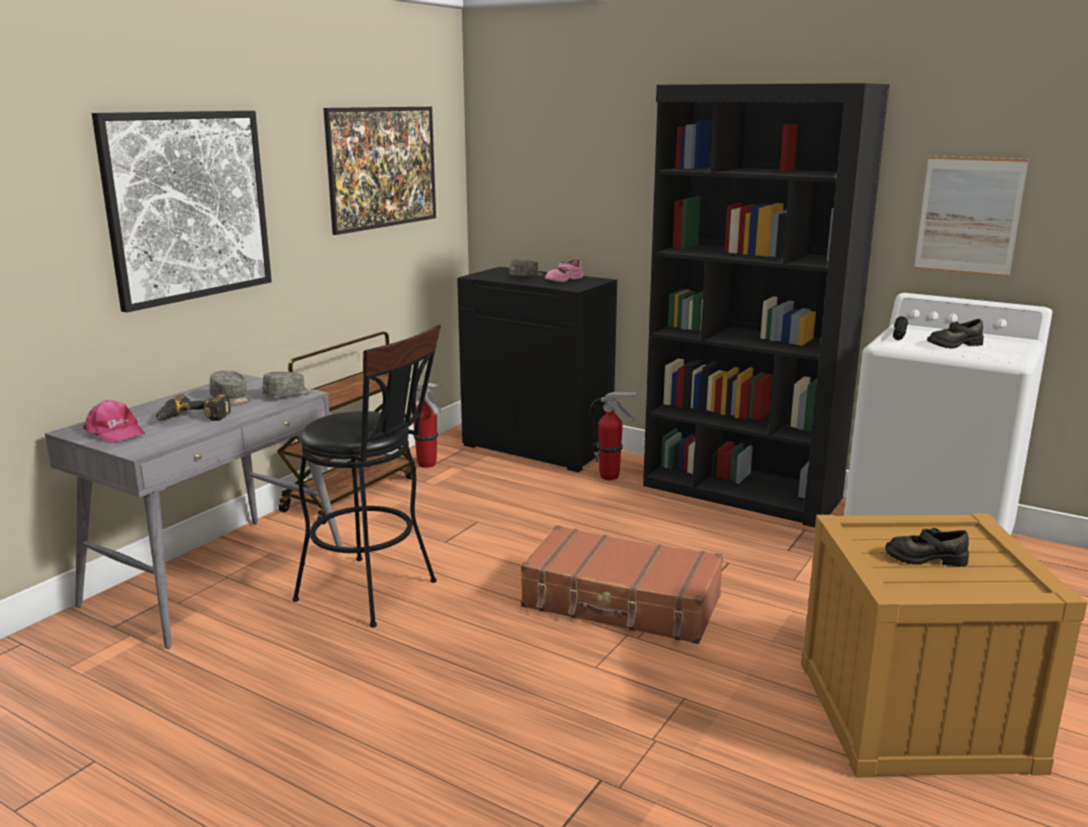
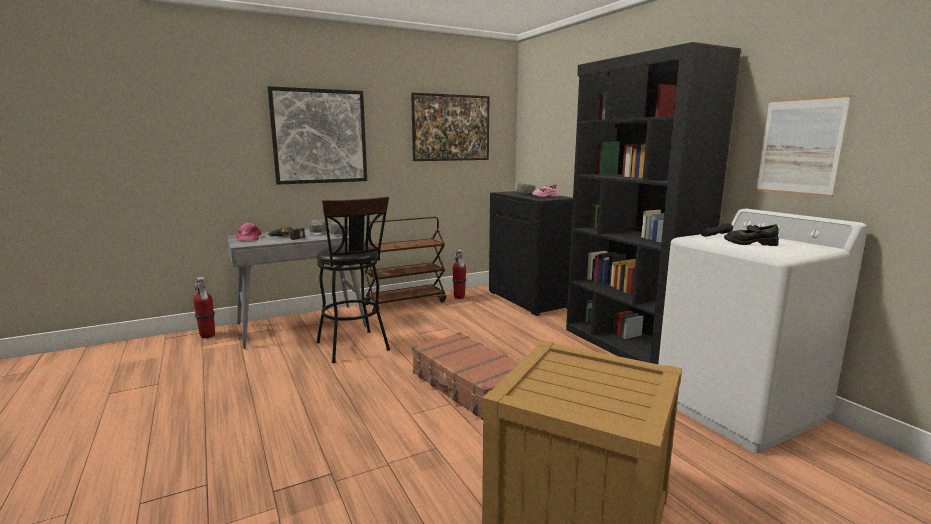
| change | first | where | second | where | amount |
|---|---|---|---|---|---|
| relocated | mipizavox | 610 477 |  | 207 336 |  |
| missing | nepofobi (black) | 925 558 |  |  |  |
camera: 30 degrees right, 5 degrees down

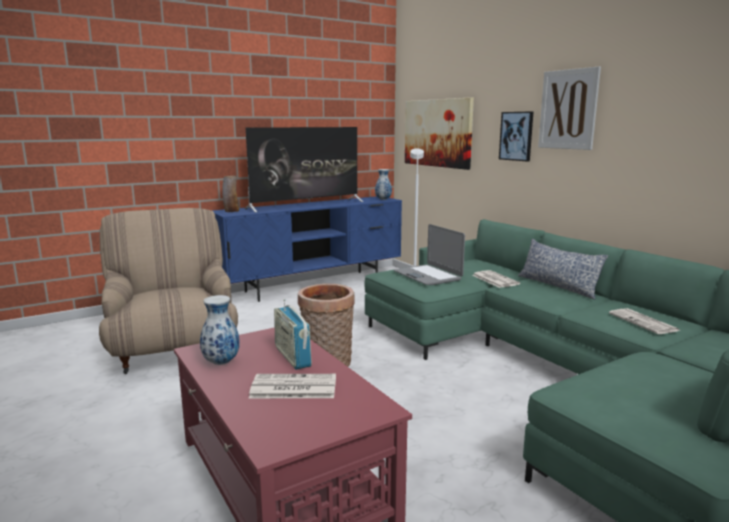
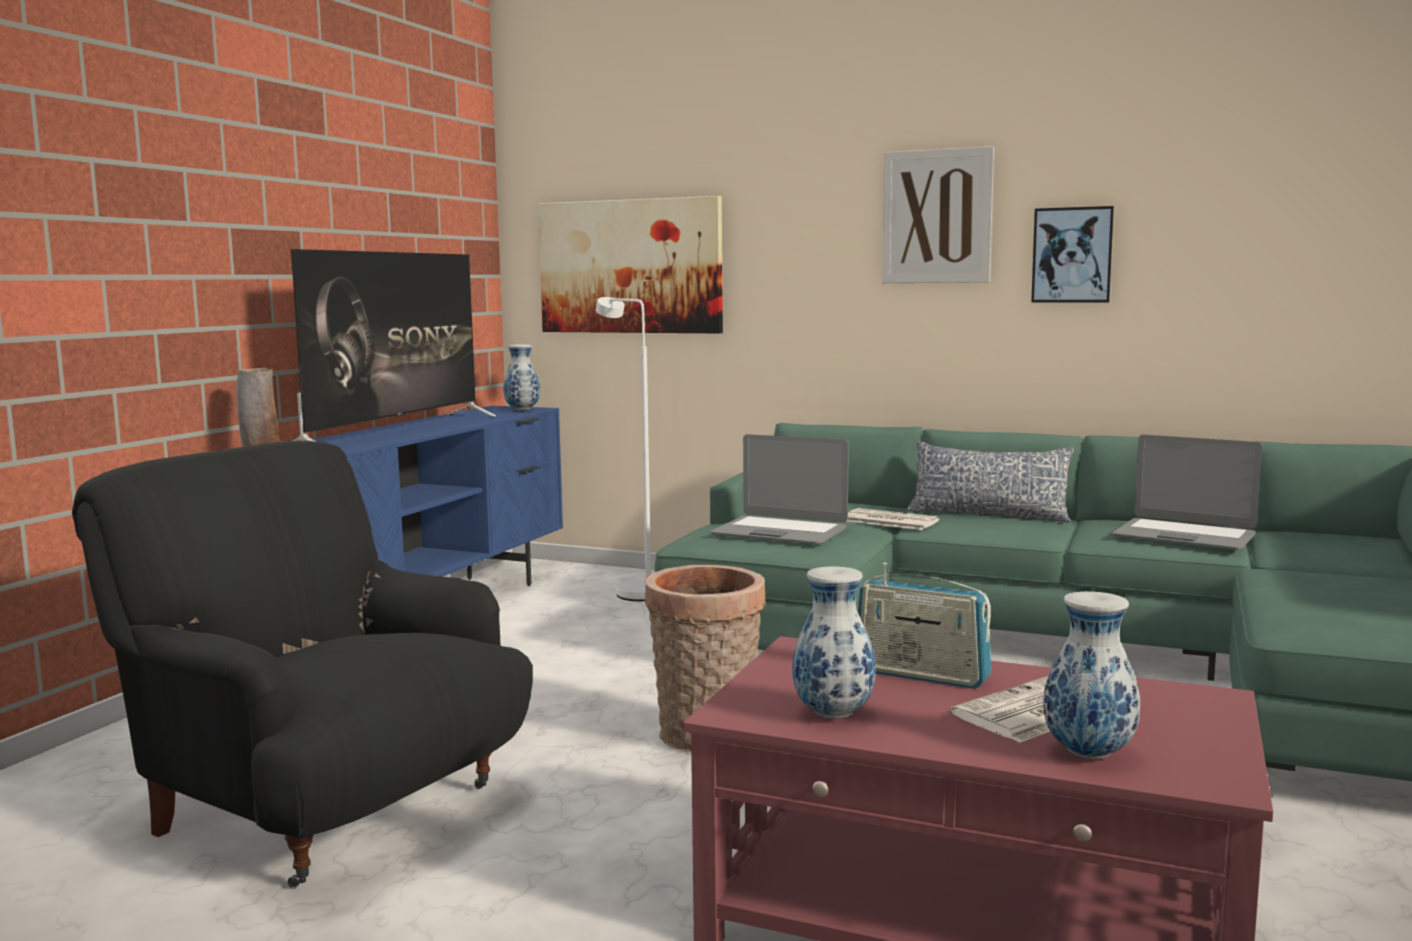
| change | first | where | second | where | amount |
|---|---|---|---|---|---|
| relocated | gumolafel | 516 136 |  | 1072 255 |  |
| colour | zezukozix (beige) | 173 351 | zezukozix (black) | 328 810 |  |
| exchanged | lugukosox | 644 322 | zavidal | 1184 536 |  |
| appeared |  |  | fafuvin | 1090 753 |  |
camera: 35 degrees left, 5 degrees down

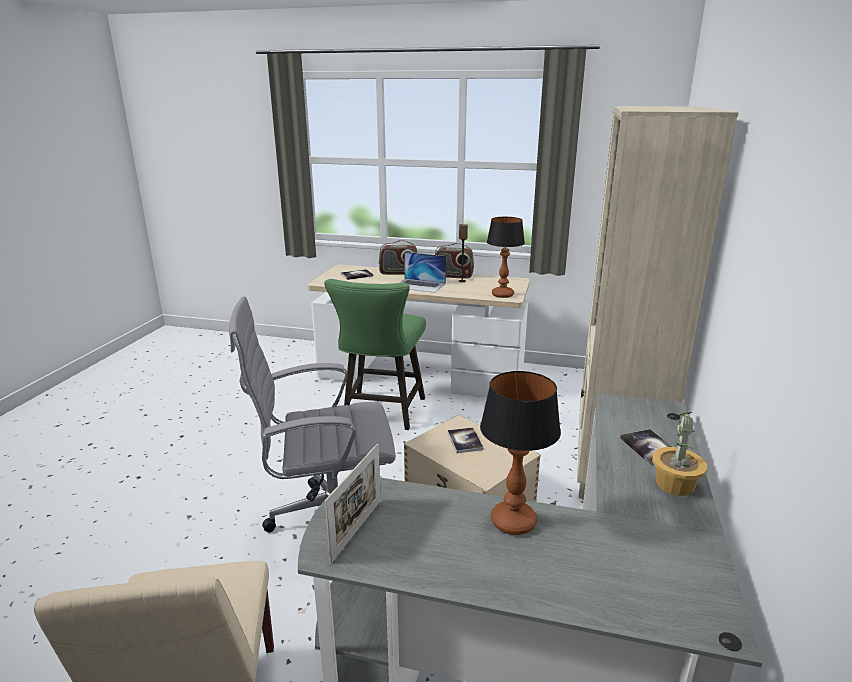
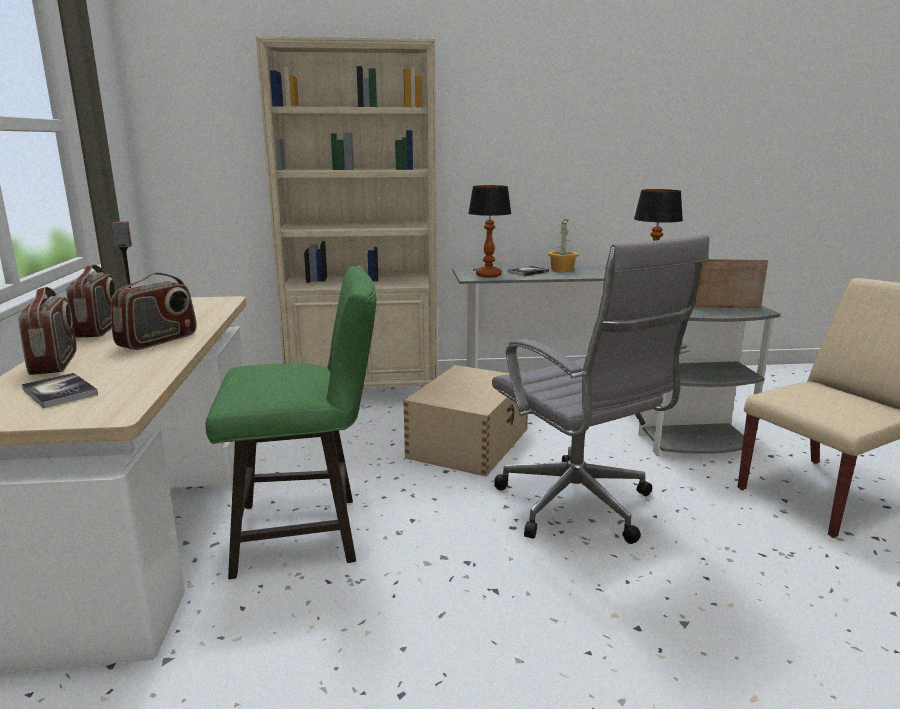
| change | first | where | second | where | amount |
|---|---|---|---|---|---|
| relocated | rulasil | 502 294 |  | 488 275 |  |
| exchanged | zavidal | 419 285 | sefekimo | 158 341 |  |
| missing | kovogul | 465 441 |  |  |  |
camera: 110 degrees left, 5 degrees down

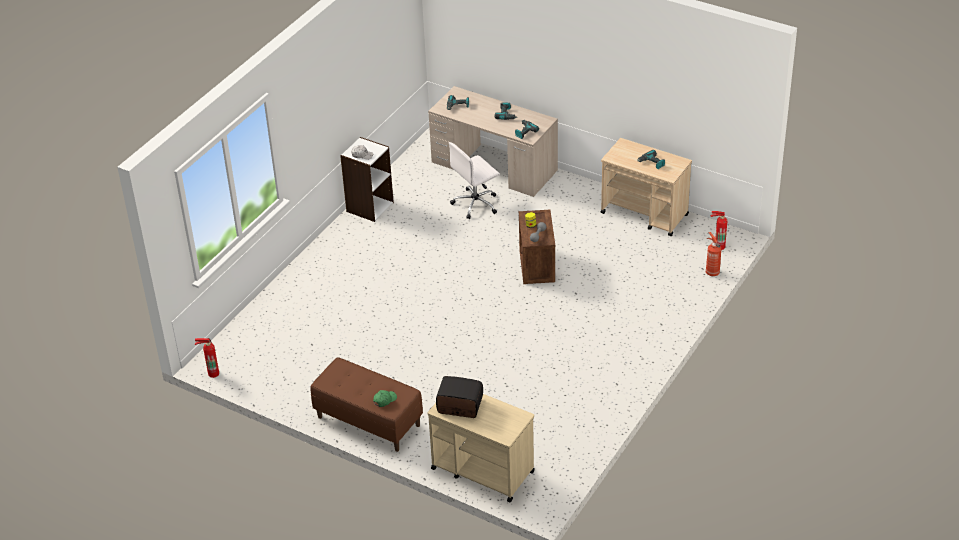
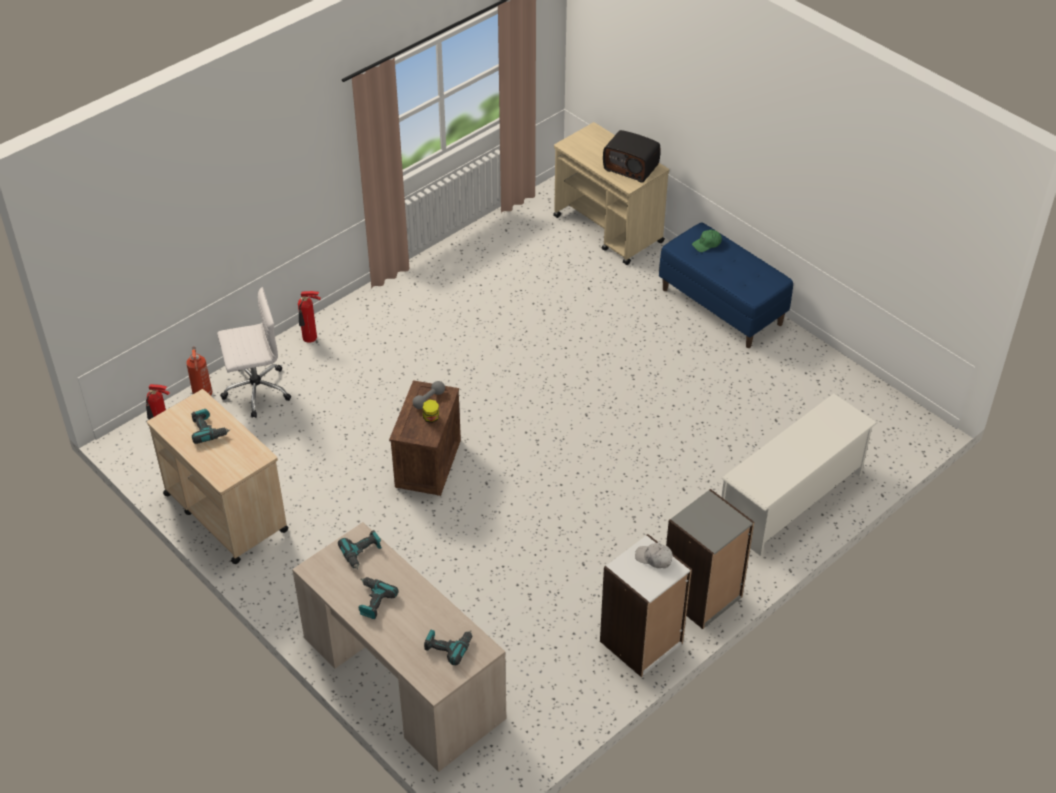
| change | first | where | second | where | amount |
|---|---|---|---|---|---|
| relocated | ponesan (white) | 476 204 |  | 255 390 |  |
| relocated | mipizavox | 212 373 |  | 310 339 |  |
| colour | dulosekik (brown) | 368 421 | dulosekik (blue) | 722 306 |  |
| appeared |  |  | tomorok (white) | 791 500 |  |
| appeared |  |  | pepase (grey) | 702 596 |  |
camera: 165 degrees left, 5 degrees up

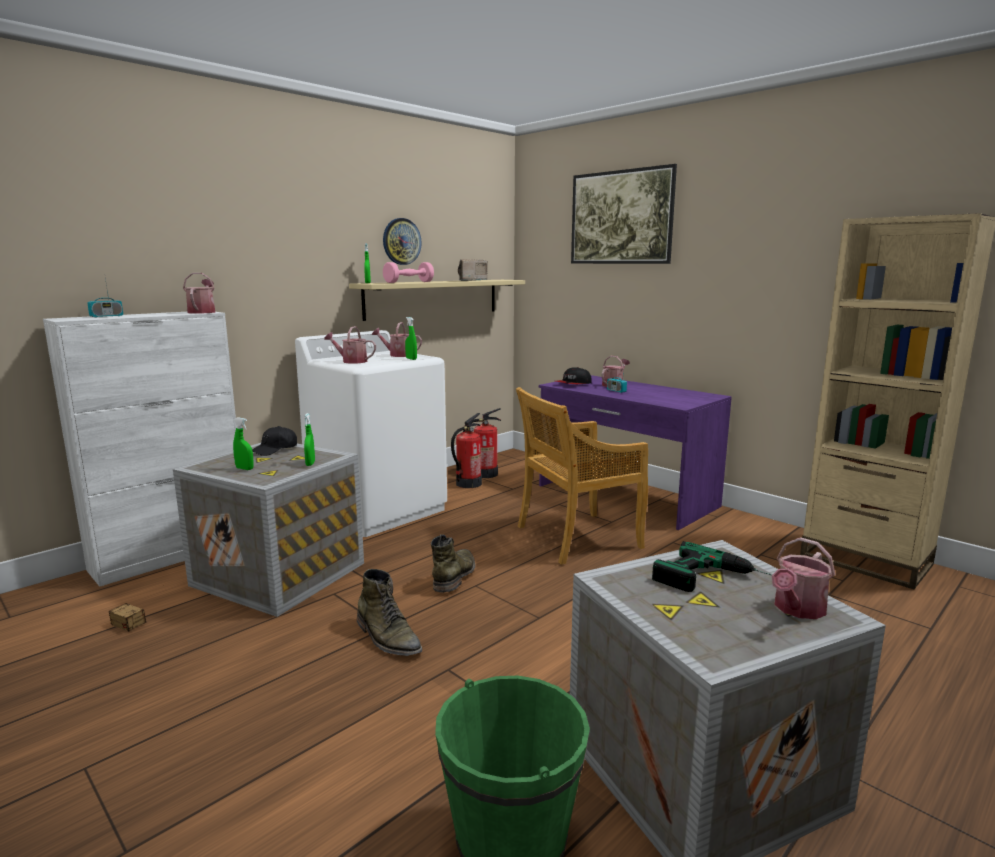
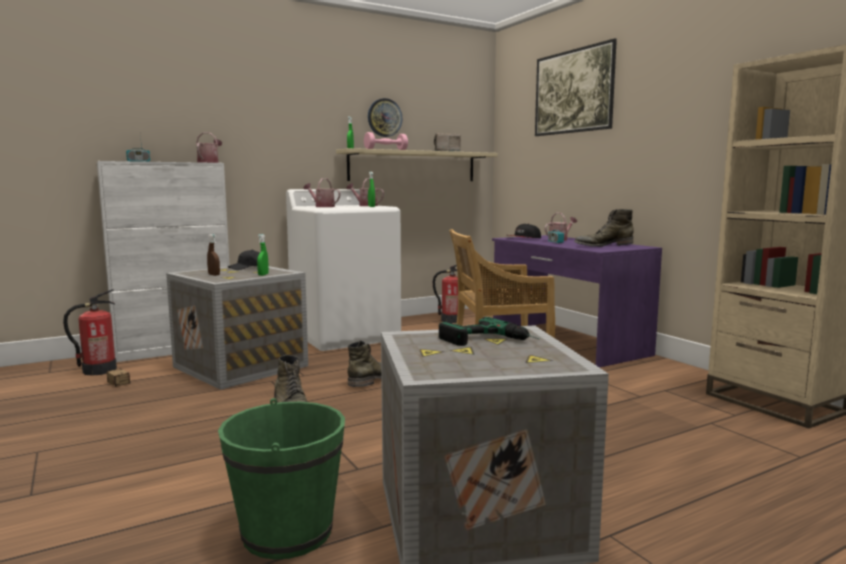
| change | first | where | second | where | amount |
|---|---|---|---|---|---|
| relocated | mipizavox | 468 484 |  | 99 370 |  |
| colour | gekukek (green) | 244 469 | gekukek (brown) | 214 275 |  |
| missing | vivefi | 797 609 |  |  |  |
| appeared |  |  | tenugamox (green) | 603 245 |  |
camera: 15 degrees right, 5 degrees down

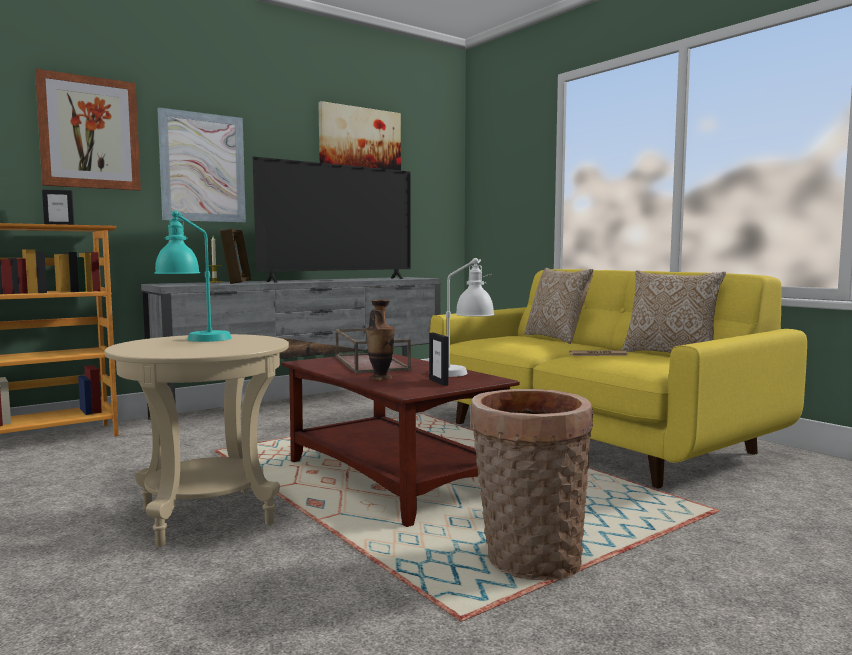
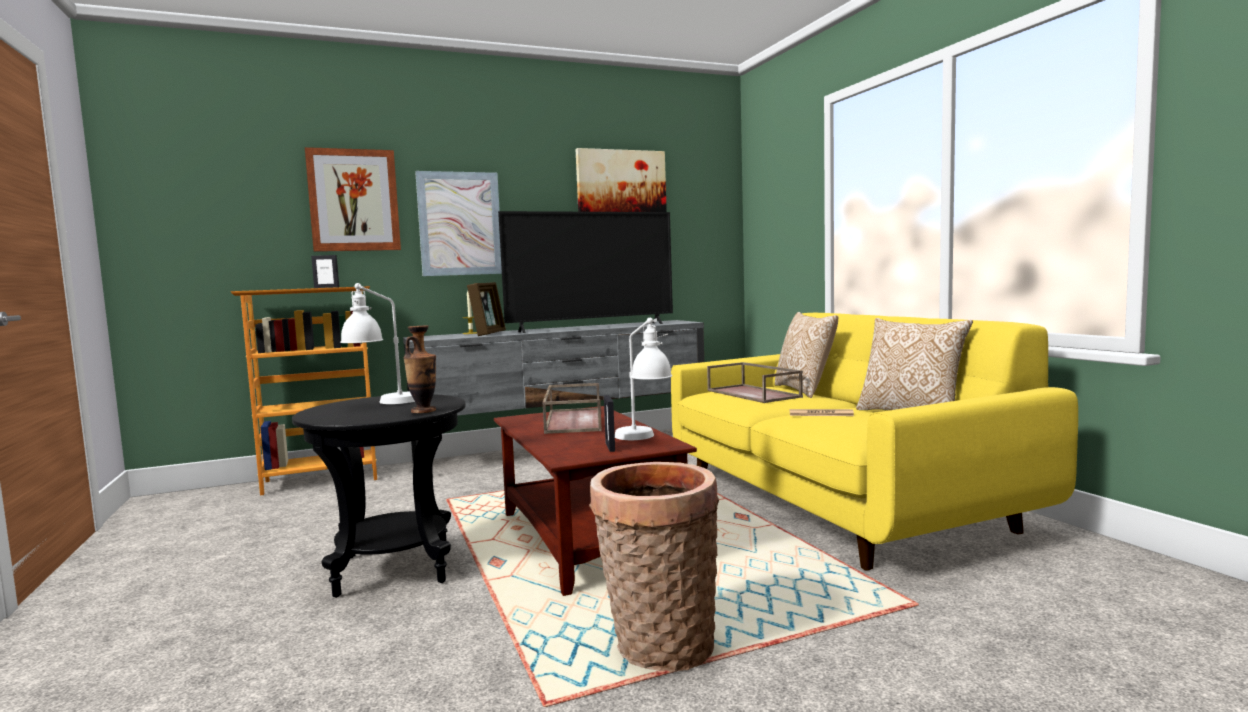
| change | first | where | second | where | amount |
|---|---|---|---|---|---|
| colour | rulasil (turquoise) | 195 341 | rulasil (white) | 384 403 |  |
| relocated | fafuvin | 380 378 |  | 423 411 |  |
| colour | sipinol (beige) | 206 517 | sipinol (black) | 394 569 |  |
| appeared |  |  | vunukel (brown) | 754 394 |  |
camera: 15 degrees right, 0 degrees up

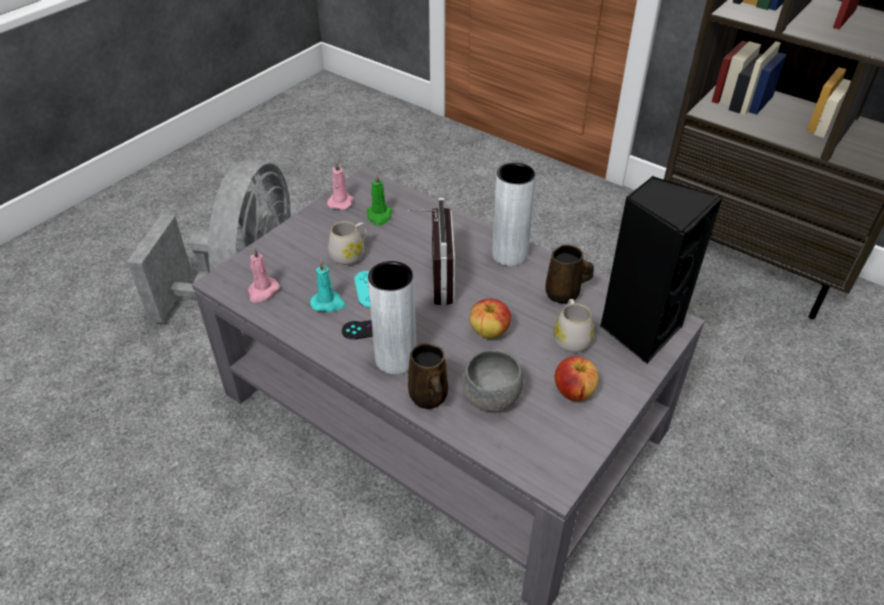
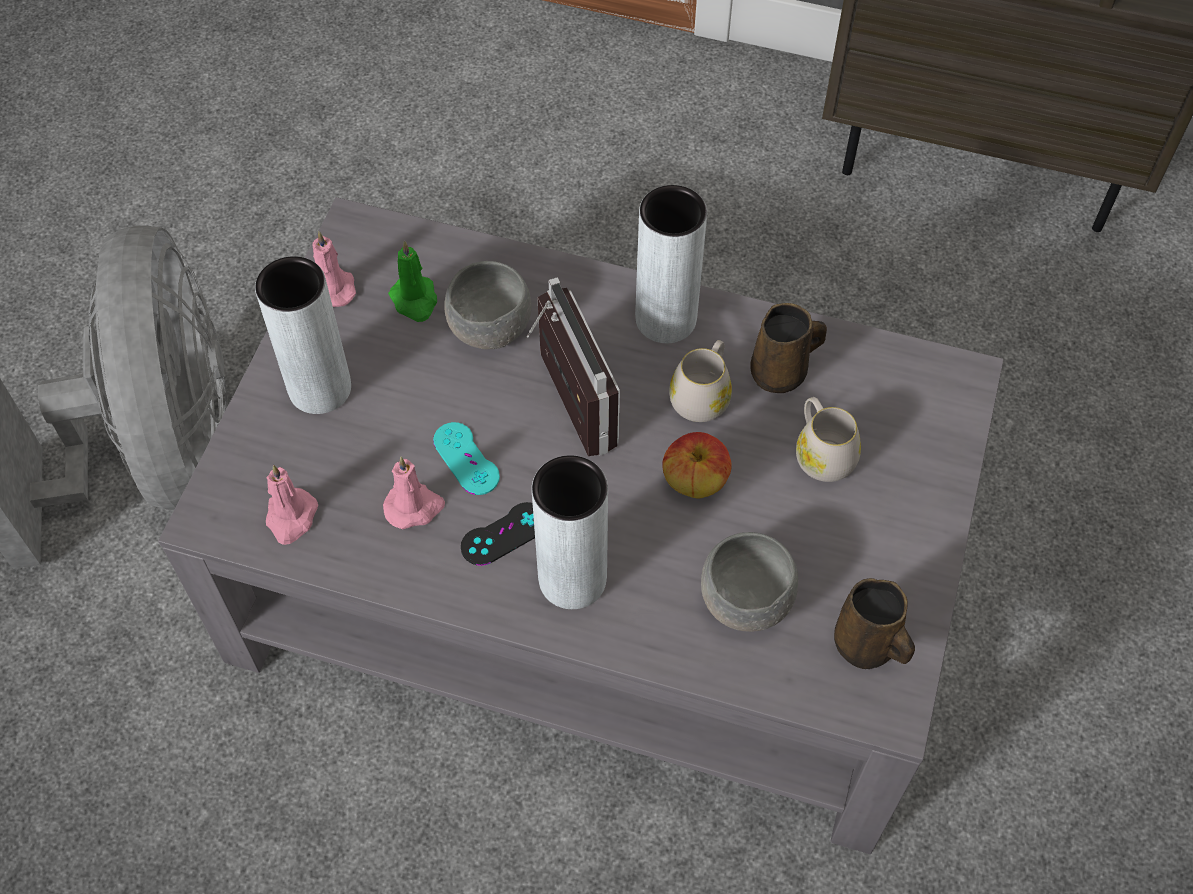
| change | first | where | second | where | amount |
|---|---|---|---|---|---|
| missing | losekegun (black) | 639 330 |  |  |  |
| relocated | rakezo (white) | 350 255 |  | 702 396 |  |
| colour | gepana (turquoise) | 328 303 | gepana (pink) | 414 507 |  |
| relocated | rakezo (brown) | 429 398 |  | 866 647 |  |
| missing | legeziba | 573 392 |  |  |  |
| appeared |  |  | fafuvin (grey) | 320 388 |  |
| appeared |  |  | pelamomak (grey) | 490 328 |  |
camera: 20 degrees left, 15 degrees up

